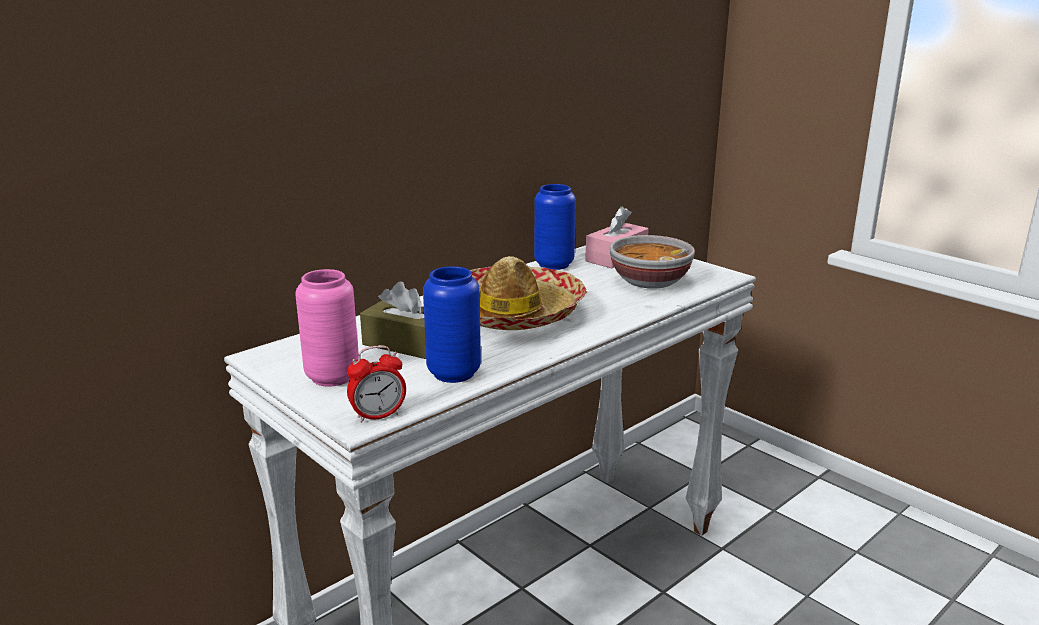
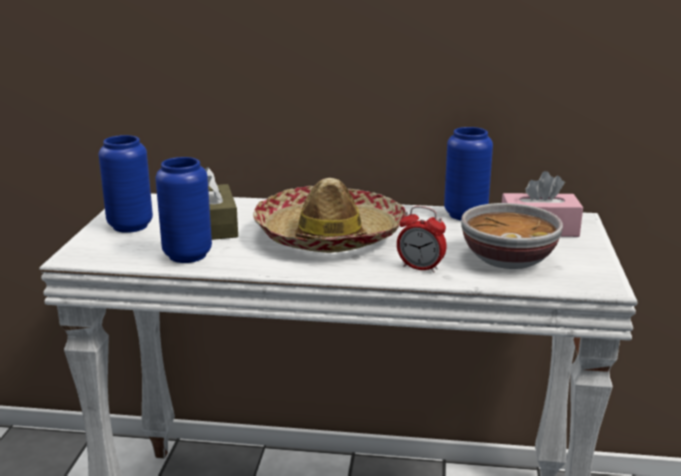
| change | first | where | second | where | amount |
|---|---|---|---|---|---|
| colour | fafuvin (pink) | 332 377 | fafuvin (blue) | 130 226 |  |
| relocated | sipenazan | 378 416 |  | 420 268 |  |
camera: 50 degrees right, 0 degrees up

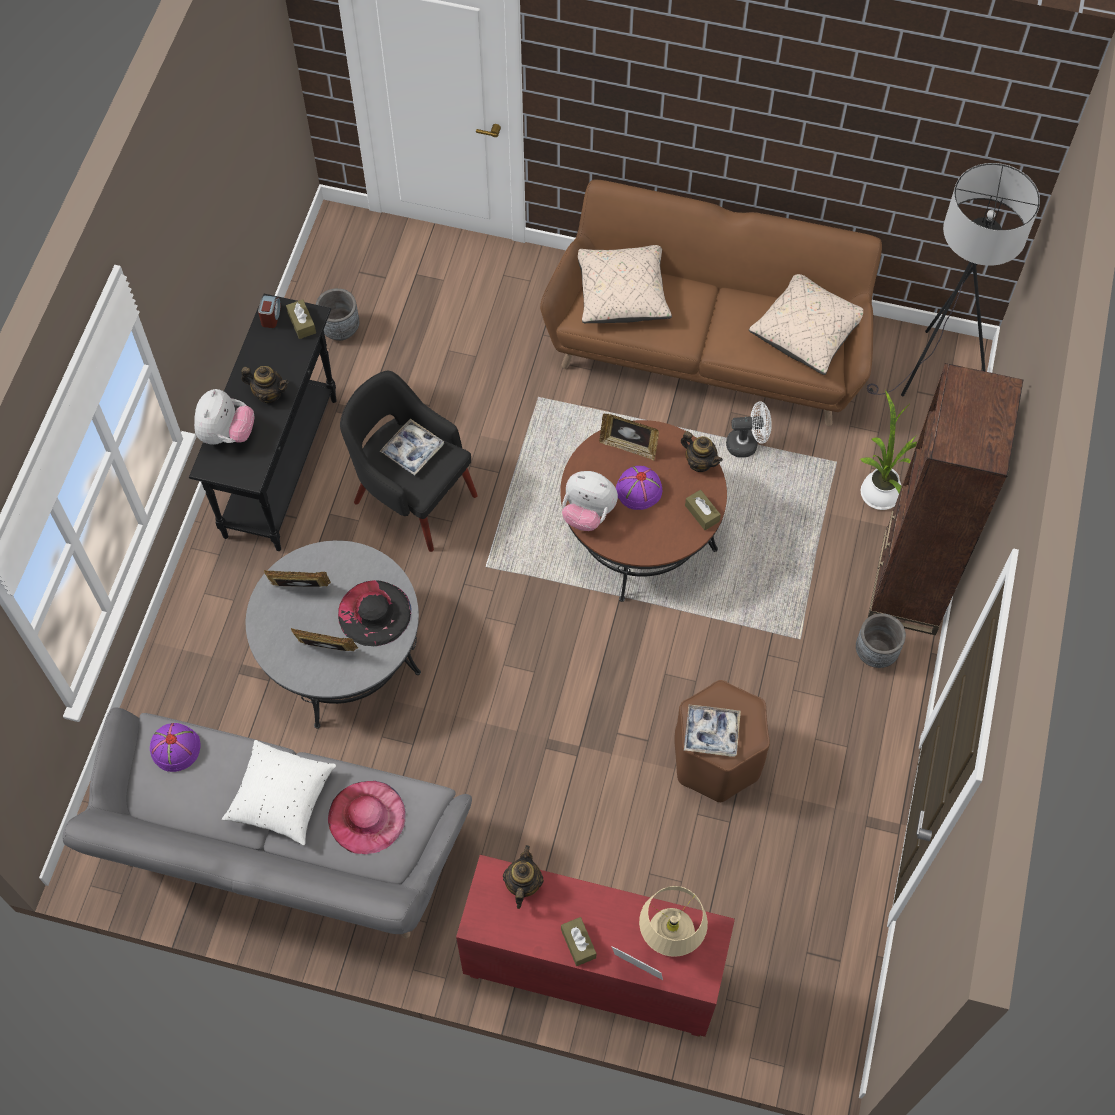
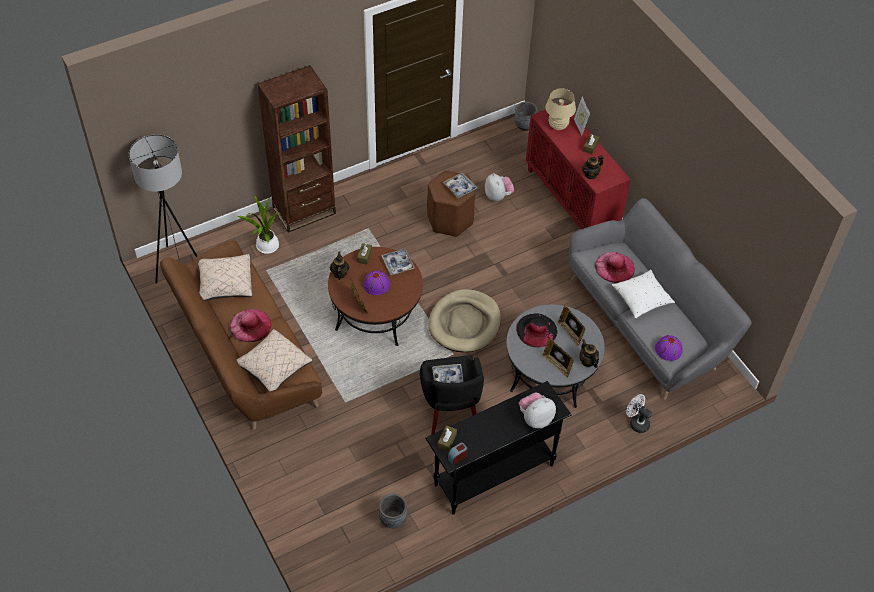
| change | first | where | second | where | amount |
|---|---|---|---|---|---|
| relocated | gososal | 268 394 |  | 587 361 |  |
| relocated | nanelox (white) | 747 444 |  | 636 422 |  |
| relocated | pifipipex | 588 513 |  | 498 196 |  |
| relocated | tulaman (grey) | 875 653 |  | 524 125 |  |
| appeared |  |  | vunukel | 398 264 |  |
| appeared |  |  | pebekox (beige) | 464 323 |  |
| appeared |  |  | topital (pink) | 250 325 |  |
camera: 135 degrees left, 10 degrees down

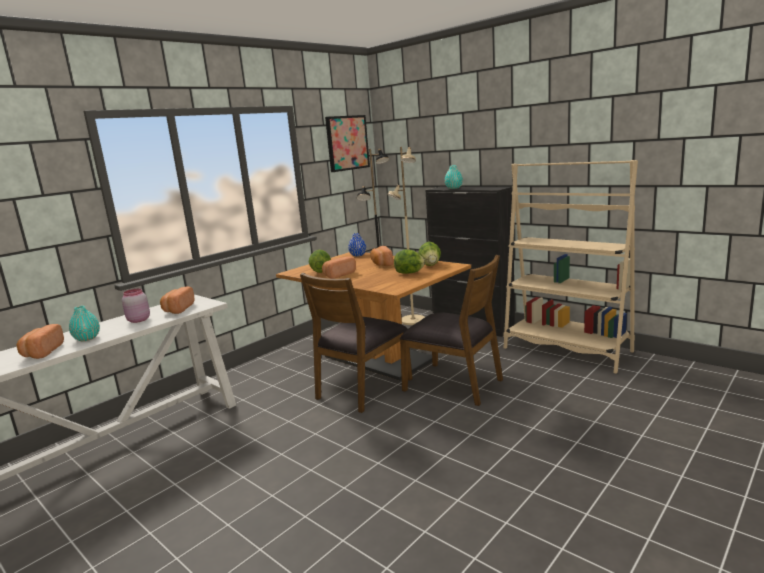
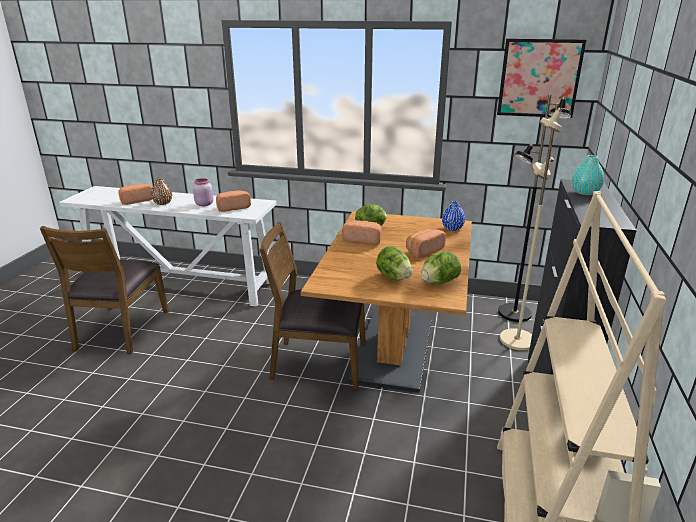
| change | first | where | second | where | amount |
|---|---|---|---|---|---|
| relocated | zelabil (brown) | 454 384 |  | 121 330 |  |
| colour | fafuvin (turquoise) | 87 338 | fafuvin (brown) | 163 203 |  |
camera: 60 degrees right, 10 degrees up

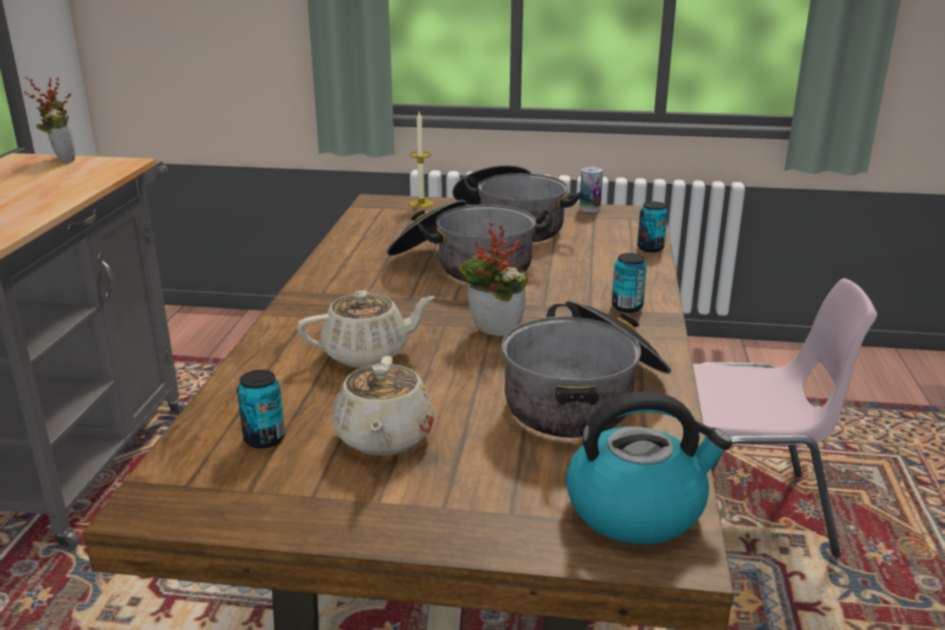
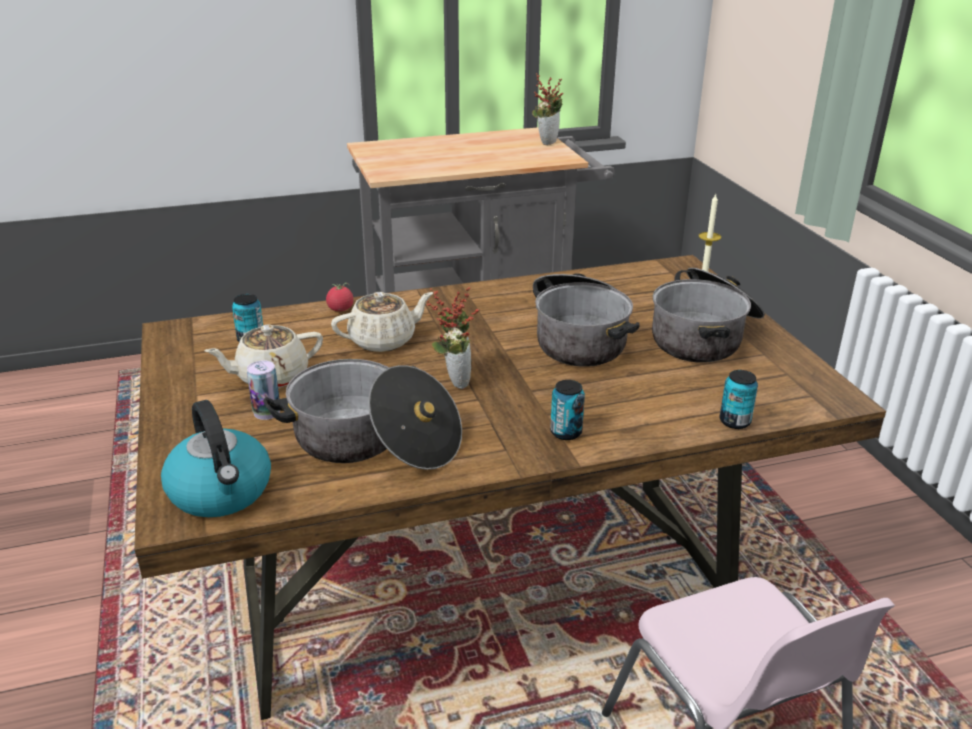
| change | first | where | second | where | amount |
|---|---|---|---|---|---|
| relocated | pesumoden | 589 209 |  | 267 412 |  |
| spun | gososal (beige) | 367 353 |  | 384 340 | 75 degrees counterclockwise |
| appeared |  |  | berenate | 340 309 |  |
camera: 65 degrees right, 5 degrees up

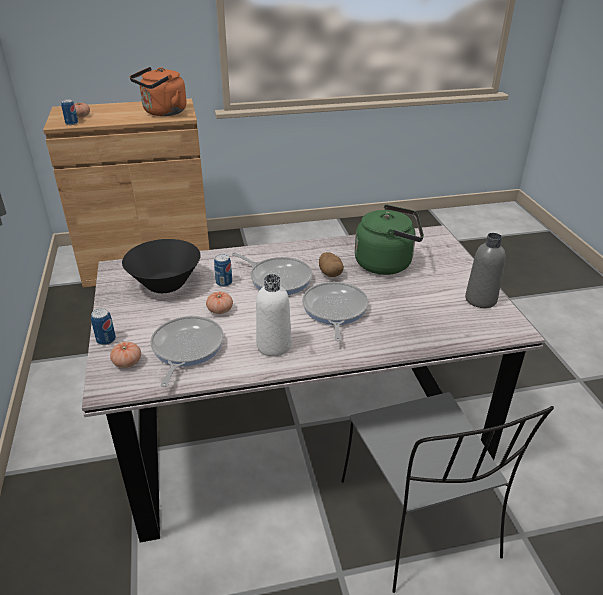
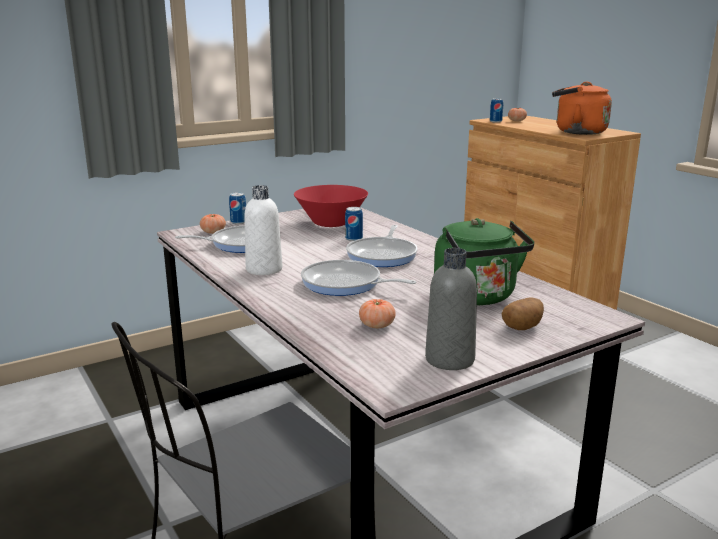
| change | first | where | second | where | amount |
|---|---|---|---|---|---|
| colour | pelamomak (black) | 165 284 | pelamomak (red) | 331 223 |  |
| relocated | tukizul | 330 273 |  | 522 327 |  |
| spun | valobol | 334 310 |  | 345 284 | 135 degrees counterclockwise |
| relocated | berenate | 220 310 |  | 377 325 |  |
camera: 70 degrees right, 15 degrees down

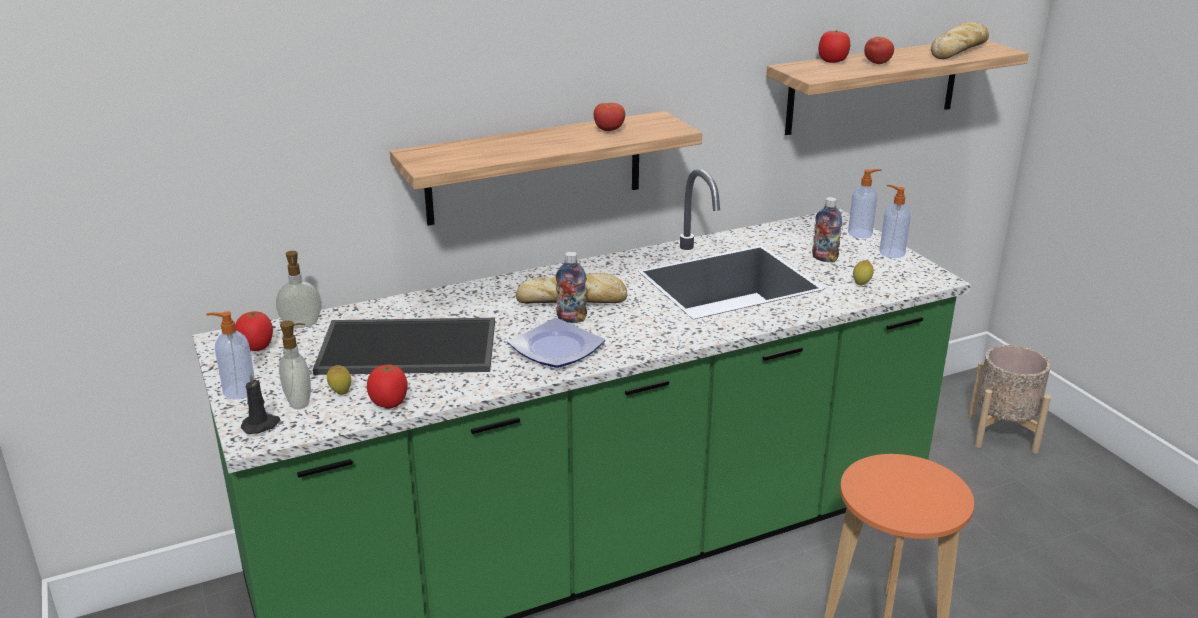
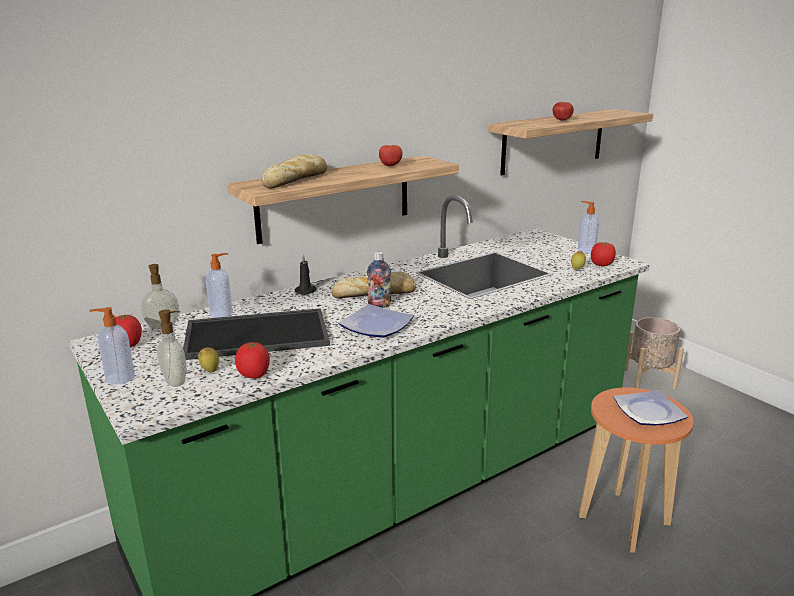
| change | first | where | second | where | amount |
|---|---|---|---|---|---|
| relocated | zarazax | 959 49 |  | 296 179 |  |
| relocated | berenate | 832 61 |  | 601 265 |  |
| relocated | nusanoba | 861 233 |  | 222 313 |  |
| missing | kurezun | 824 258 |  |  |  |
| relocated | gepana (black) | 261 425 |  | 306 291 |  |
| appeared |  |  | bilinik | 648 413 |  |
camera: 10 degrees left, 5 degrees down

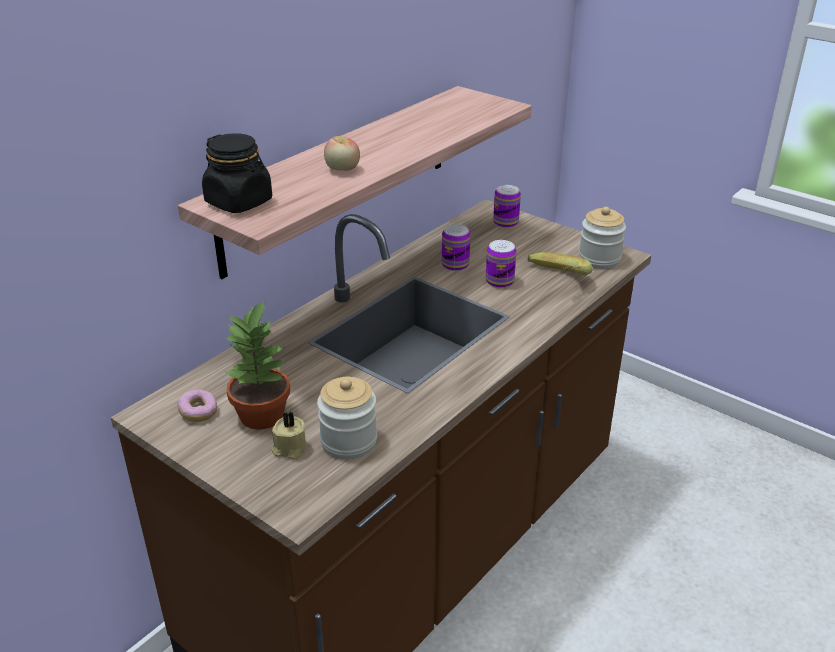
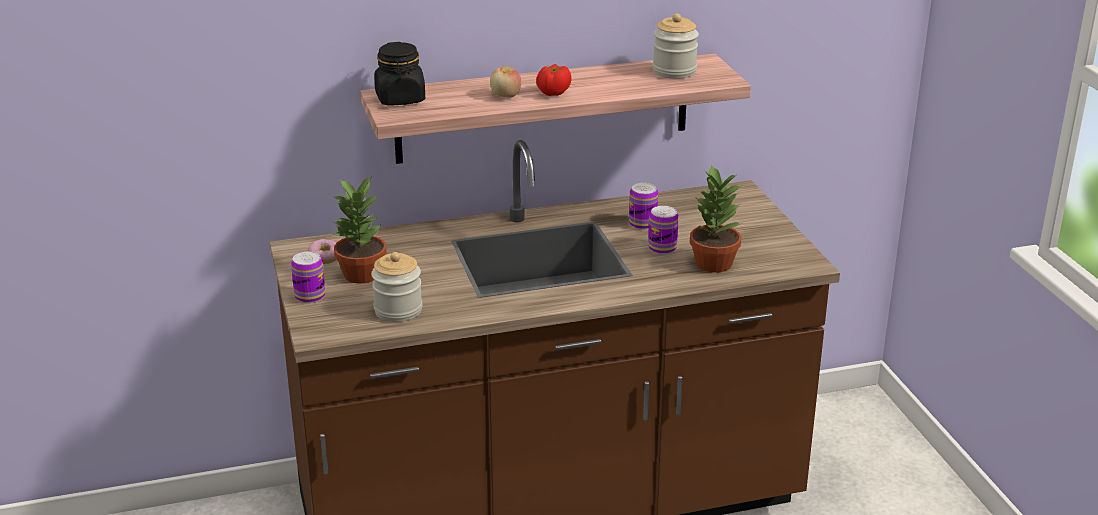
| change | first | where | second | where | amount |
|---|---|---|---|---|---|
| relocated | pesumoden | 505 223 |  | 310 296 |  |
| relocated | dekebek | 599 259 |  | 674 71 |  |
| exchanged | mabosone | 555 281 | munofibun | 713 263 |  |
| missing | gepana (beige) | 289 448 |  |  |  |
| appeared |  |  | berenate | 553 93 |  |
camera: 35 degrees right, 5 degrees down

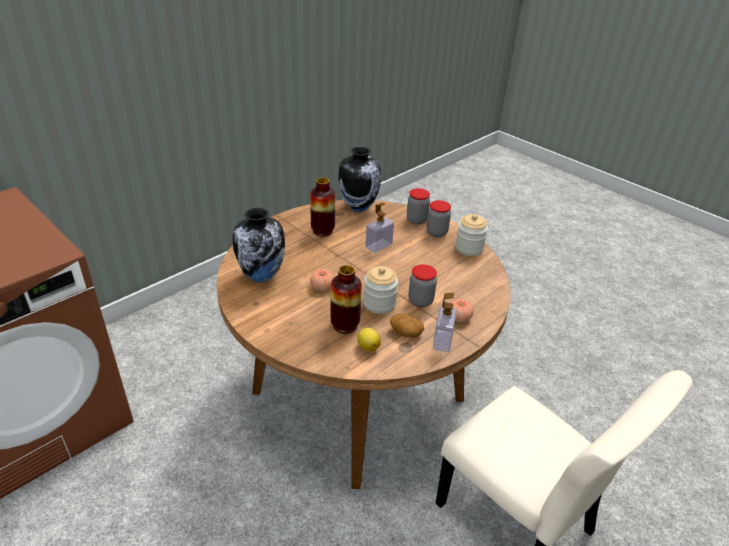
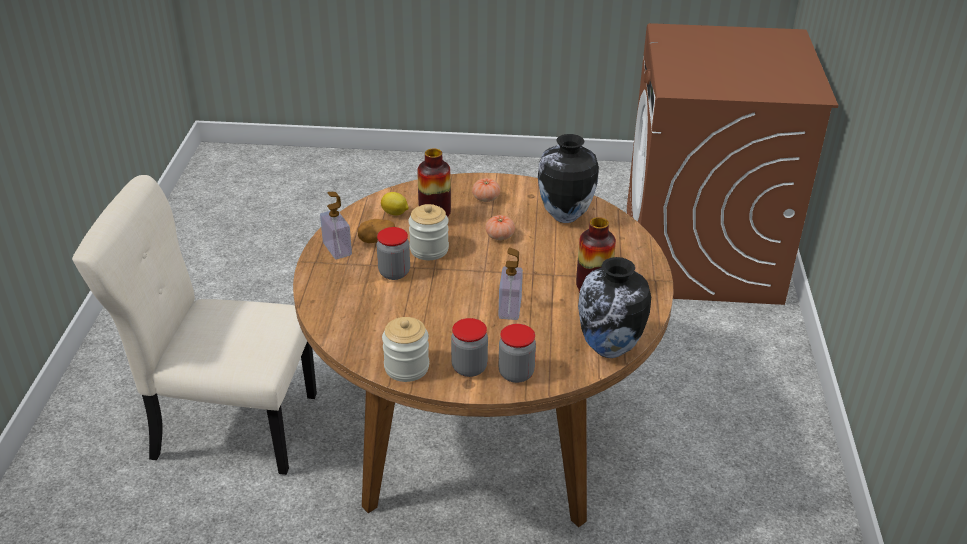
| change | first | where | second | where | amount |
|---|---|---|---|---|---|
| relocated | berenate | 459 317 |  | 486 198 |  |
camera: 140 degrees right, 0 degrees up

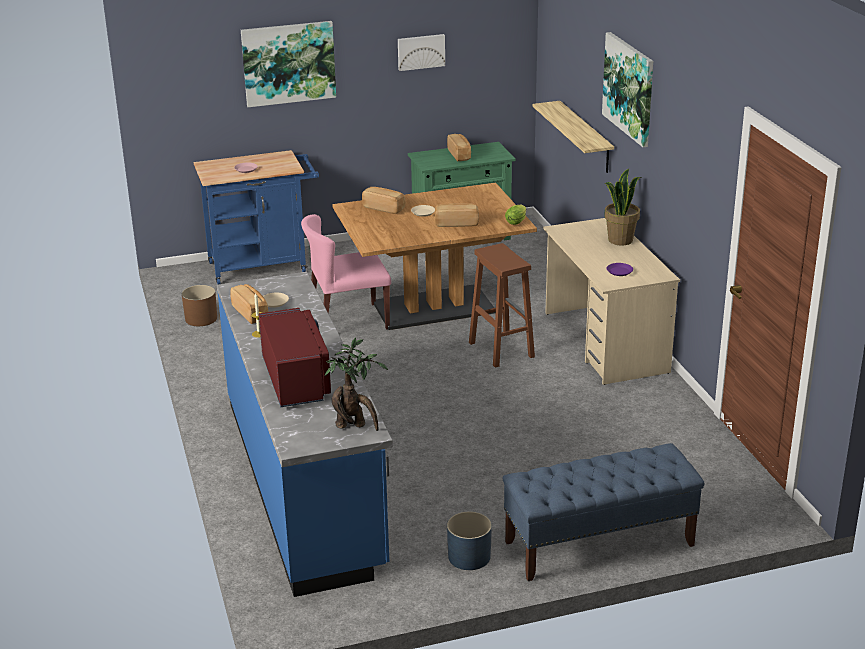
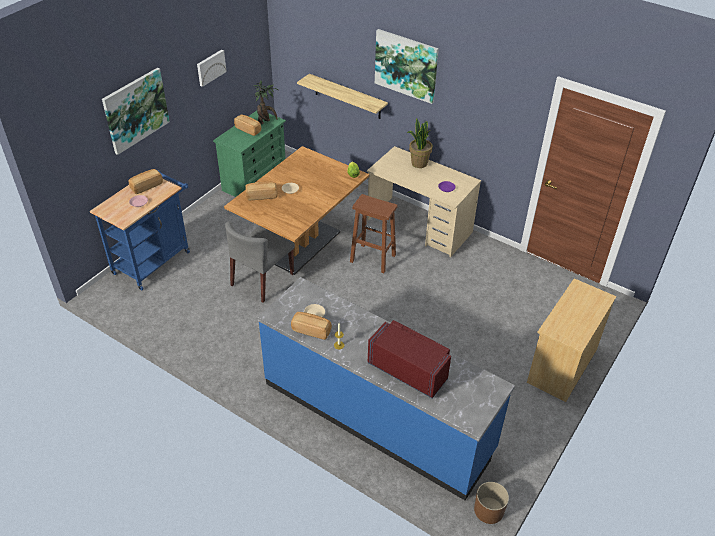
| change | first | where | second | where | amount |
|---|---|---|---|---|---|
| relocated | zarazax | 456 223 |  | 146 186 |  |
| colour | zelabil (pink) | 348 321 | zelabil (grey) | 262 280 |  |
| relocated | tulaman (brown) | 201 318 |  | 488 510 |  |
| relocated | munofibun | 354 426 |  | 266 121 |  |
| exchanged | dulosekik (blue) | 598 544 | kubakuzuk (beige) | 561 366 |  |
| missing | tulaman (blue) | 469 557 |  |  |  |
camera: 40 degrees left, 15 degrees up

